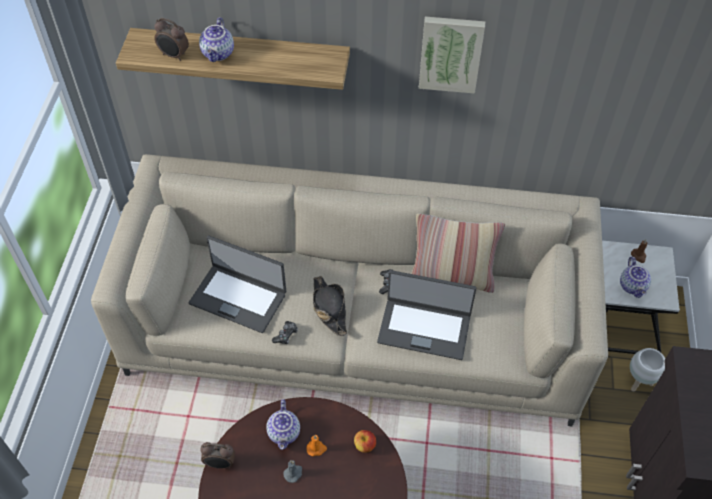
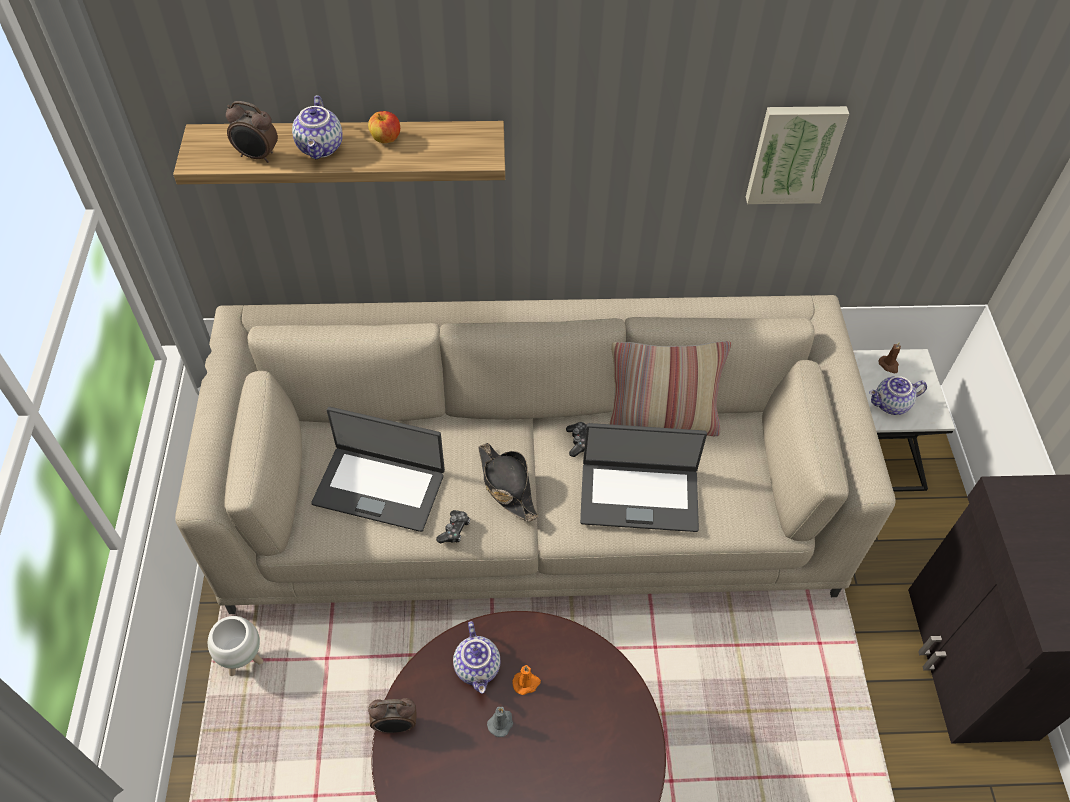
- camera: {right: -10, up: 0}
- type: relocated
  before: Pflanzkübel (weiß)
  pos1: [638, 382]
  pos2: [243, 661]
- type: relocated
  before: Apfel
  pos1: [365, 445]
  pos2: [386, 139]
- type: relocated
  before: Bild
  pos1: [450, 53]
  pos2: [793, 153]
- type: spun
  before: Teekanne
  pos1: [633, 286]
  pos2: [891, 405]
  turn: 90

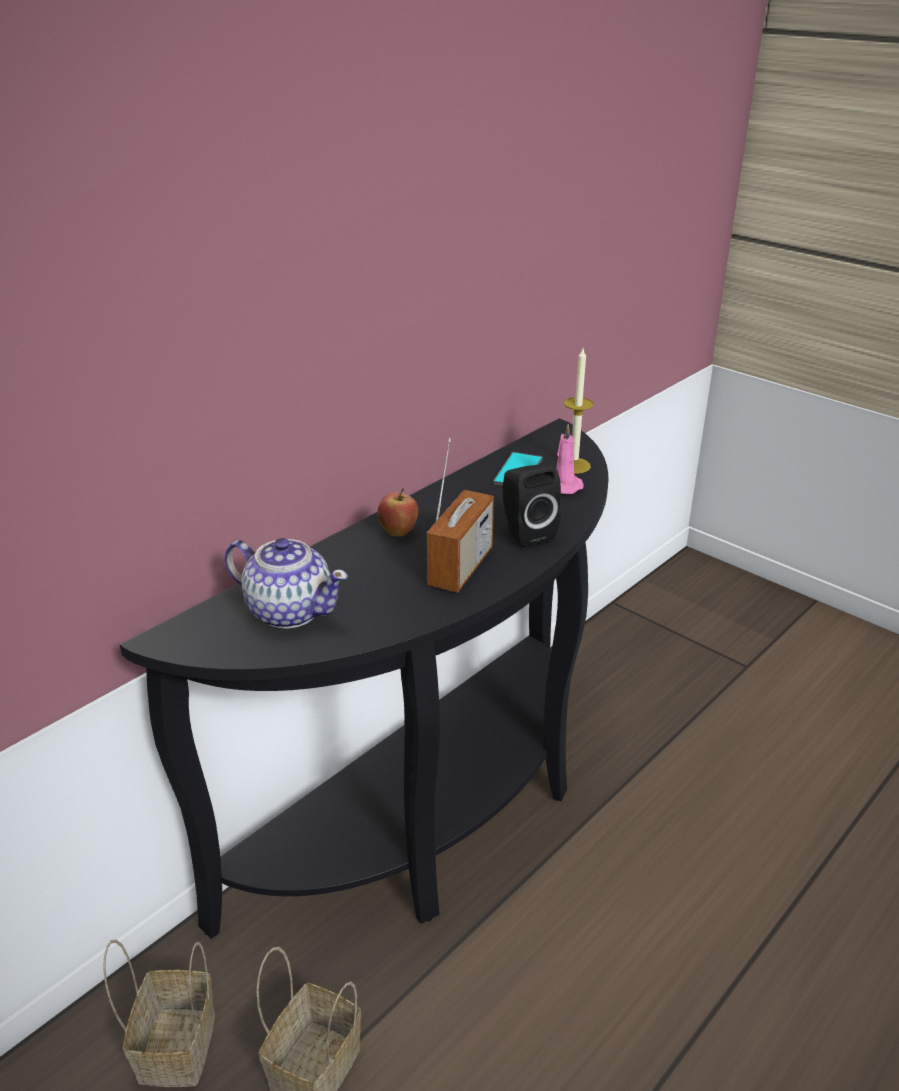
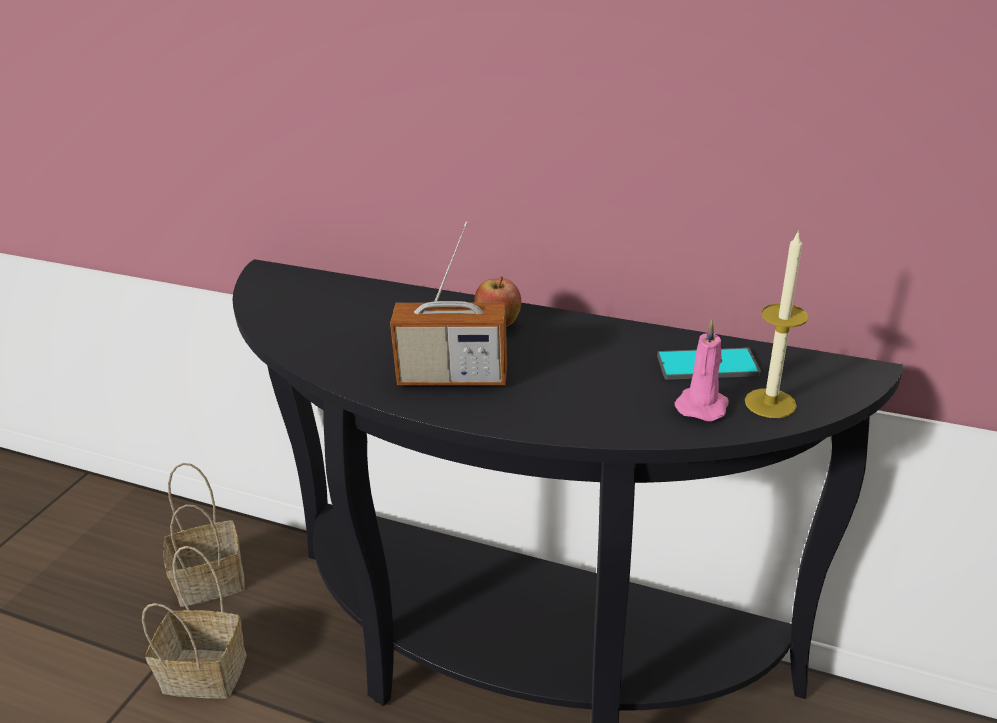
- camera: {right: 70, up: 0}
- type: missing
  before: Teekanne
  pos1: [289, 610]
- type: missing
  before: Lautsprecher (schwarz)
  pos1: [525, 533]

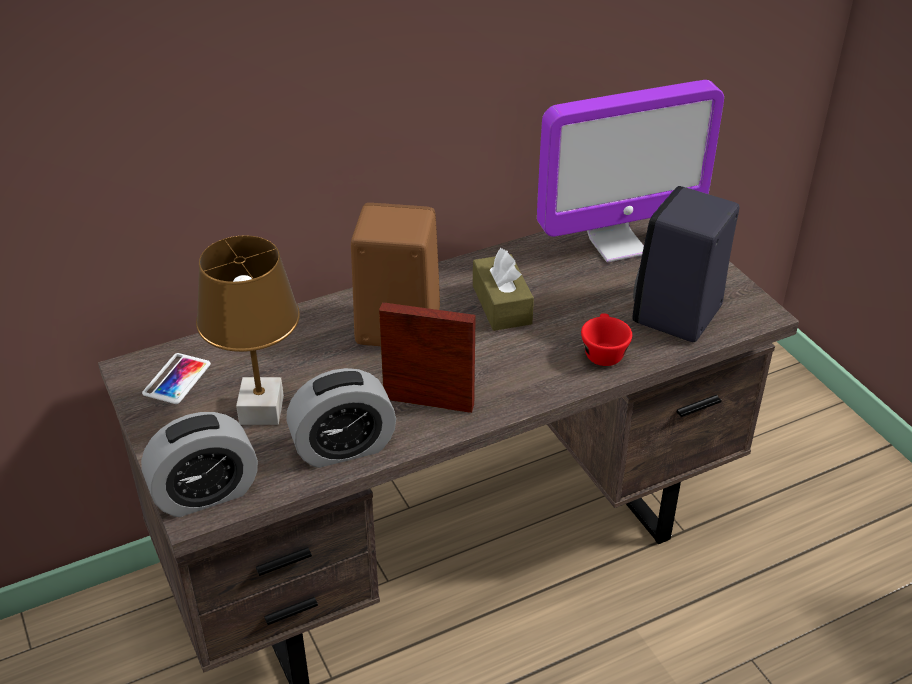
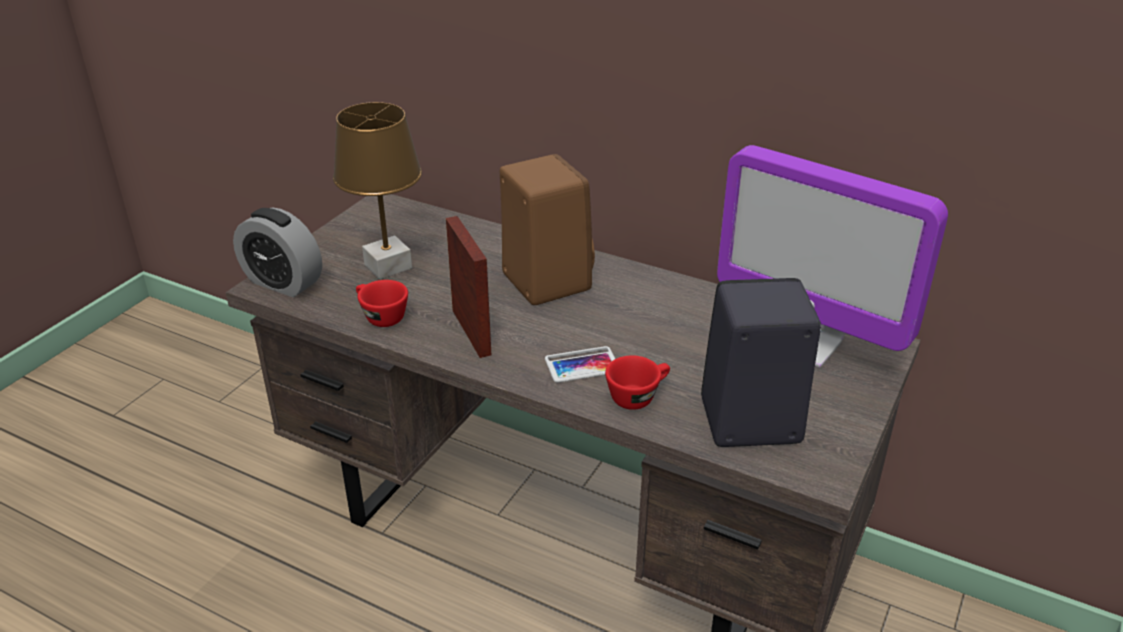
- camera: {right: 55, up: -5}
- type: exchanged
  before: Wecker
  after: Tasse (rot)
  pos1: [343, 448]
  pos2: [380, 316]
- type: relocated
  before: Handy
  pos1: [177, 379]
  pos2: [582, 365]
- type: missing
  before: Taschentuchbox (braun)
  pos1: [501, 305]

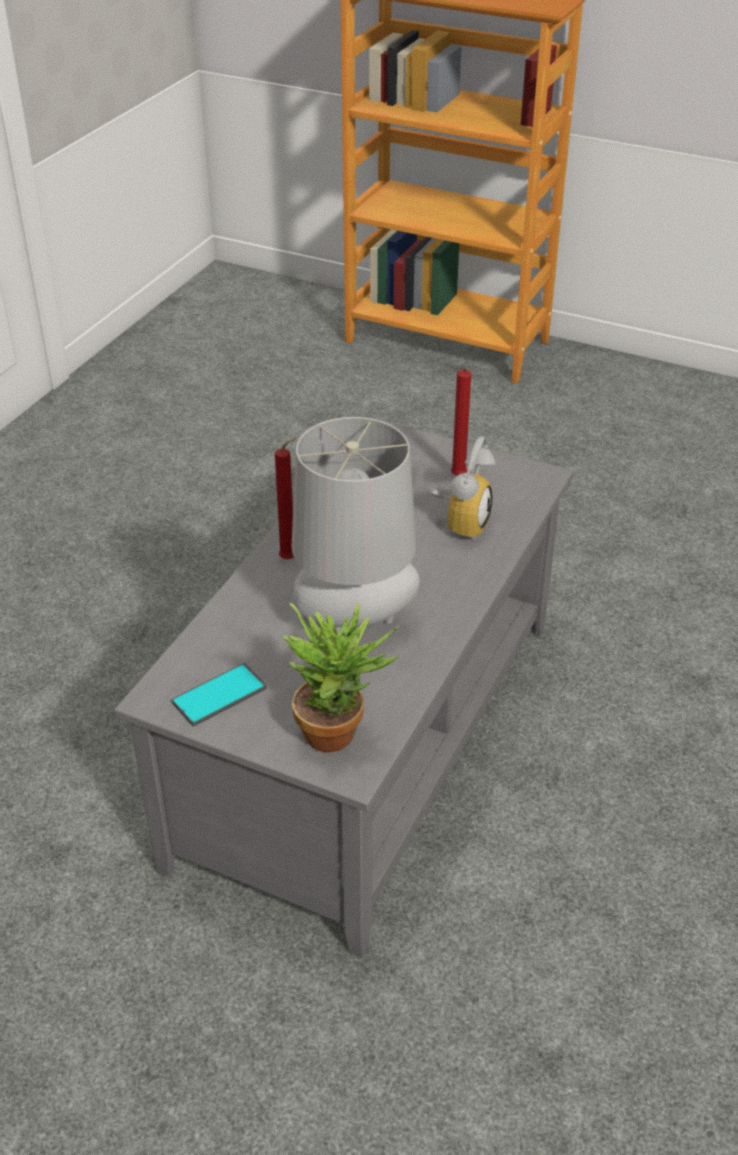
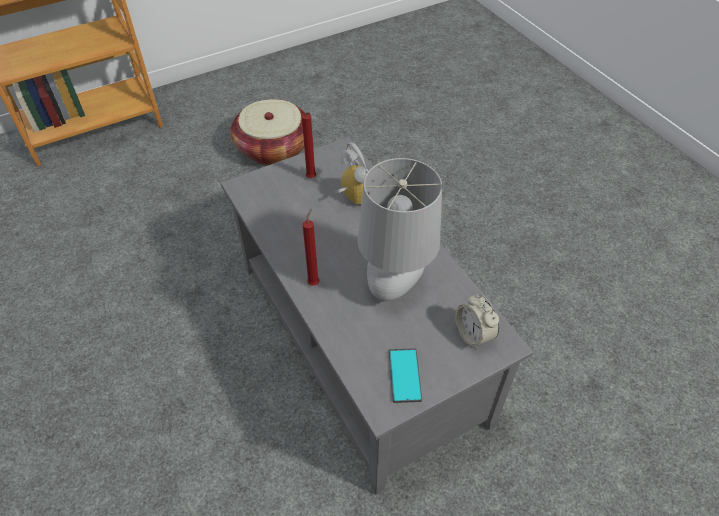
- camera: {right: -55, up: 10}
- type: appeared
  after: Korb
  pos2: [274, 148]
- type: exchanged
  before: Topfpflanze
  after: Wecker
  pos1: [340, 732]
  pos2: [473, 335]

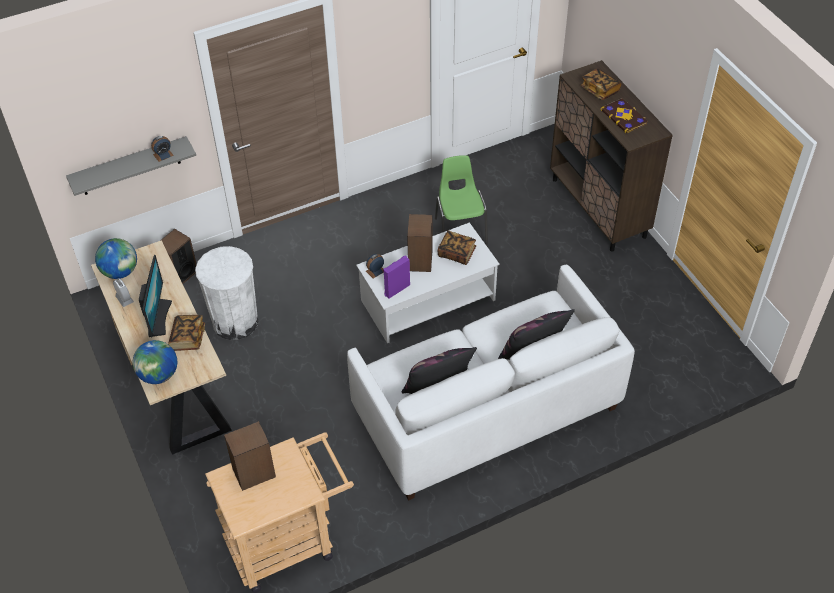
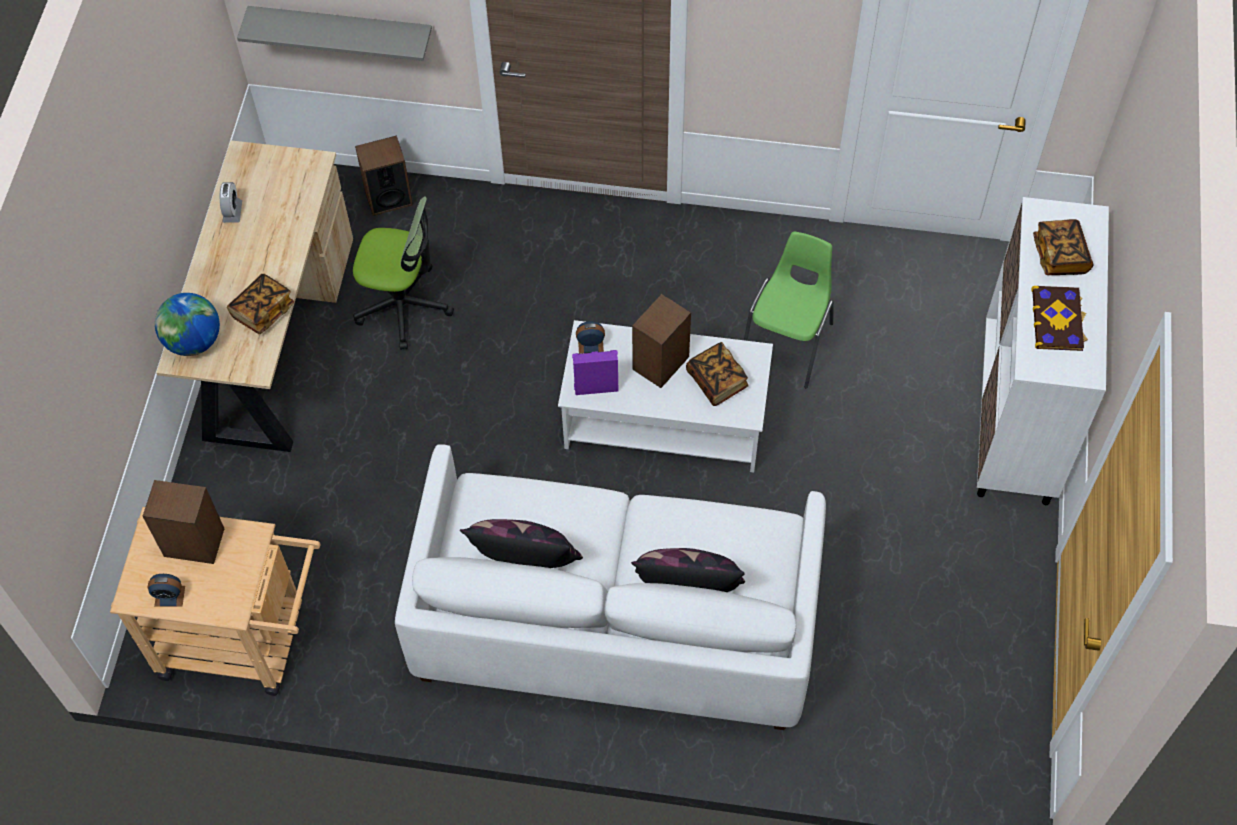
- camera: {right: 35, up: 10}
- type: relocated
  before: Wecker
  pos1: [163, 155]
  pos2: [169, 596]
- type: exchanged
  before: Mülleimer (weiß)
  after: Bürostuhl
  pos1: [235, 322]
  pos2: [403, 305]
- type: colour
  before: Schrank (braun)
  after: Schrank (weiß)
  pos1: [598, 208]
  pos2: [1016, 418]
- type: missing
  before: Globus
  pos1: [120, 272]
- type: missing
  before: Monitor
  pos1: [158, 318]

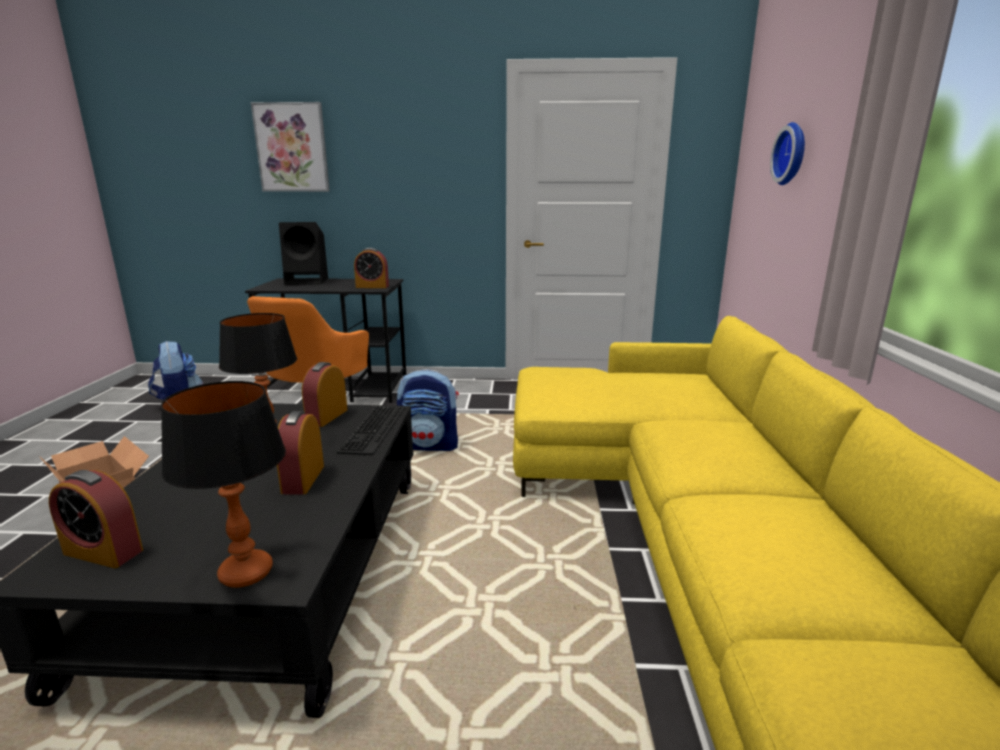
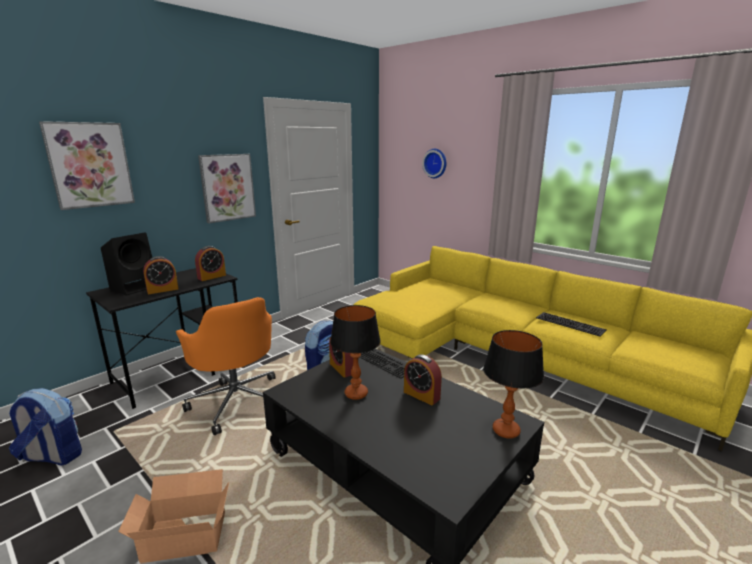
- camera: {right: -50, up: 0}
- type: relocated
  before: Wecker
  pos1: [103, 552]
  pos2: [162, 290]
- type: appeared
  after: Bild
  pos2: [227, 187]
- type: appeared
  after: Tastatur
  pos2: [571, 323]

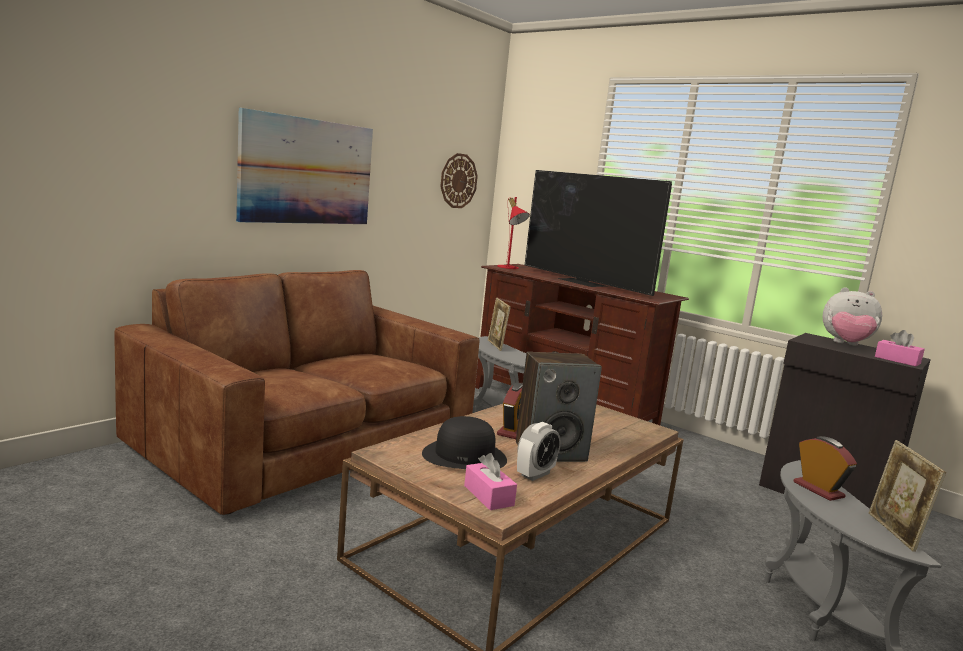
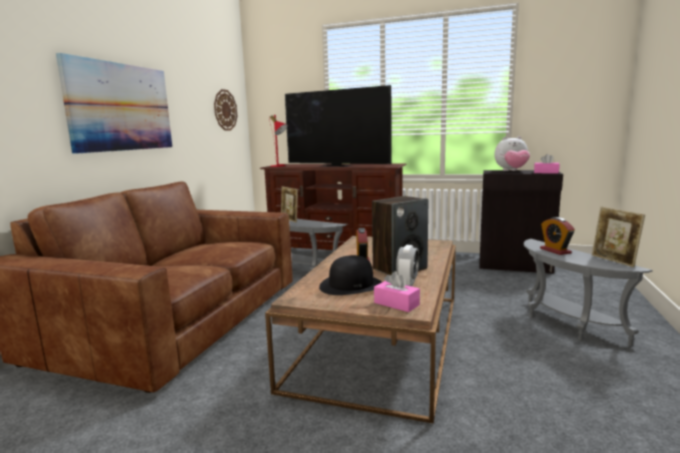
- camera: {right: -20, up: 0}
- type: spun
  before: Wecker
  pos1: [818, 490]
  pos2: [555, 251]
  turn: -150

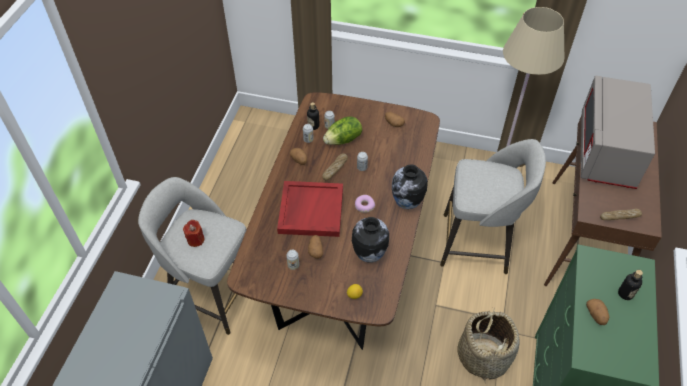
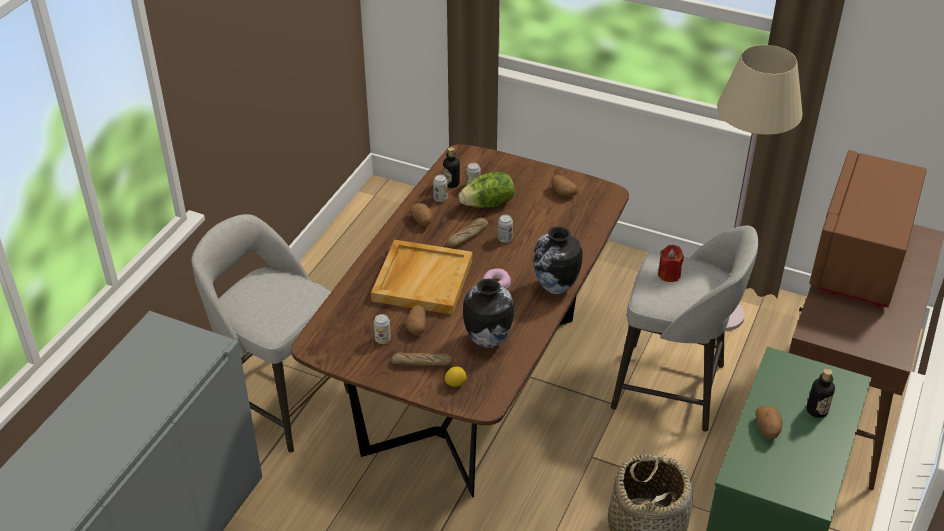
- camera: {right: 10, up: -10}
- type: colour
  before: Tablett (rot)
  after: Tablett (beige)
  pos1: [310, 210]
  pos2: [422, 279]
- type: relocated
  before: Brot
  pos1: [620, 217]
  pos2: [422, 363]
- type: relocated
  before: Kerze (rot)
  pos1: [195, 239]
  pos2: [669, 274]
- type: colour
  before: Mikrowelle (grau)
  after: Mikrowelle (braun)
  pos1: [606, 151]
  pos2: [858, 259]

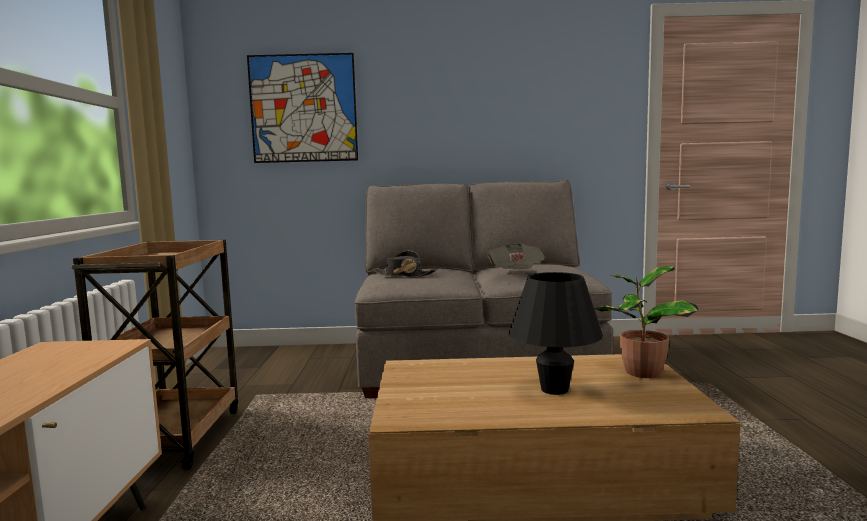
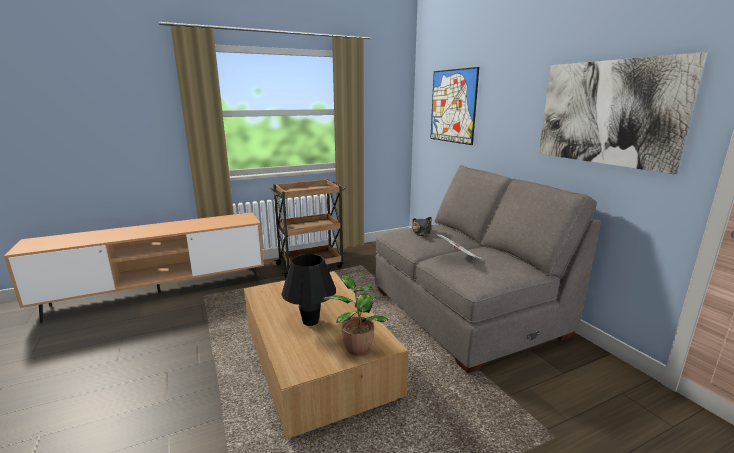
- camera: {right: 65, up: 10}
- type: appeared
  after: Bild
  pos2: [607, 113]

